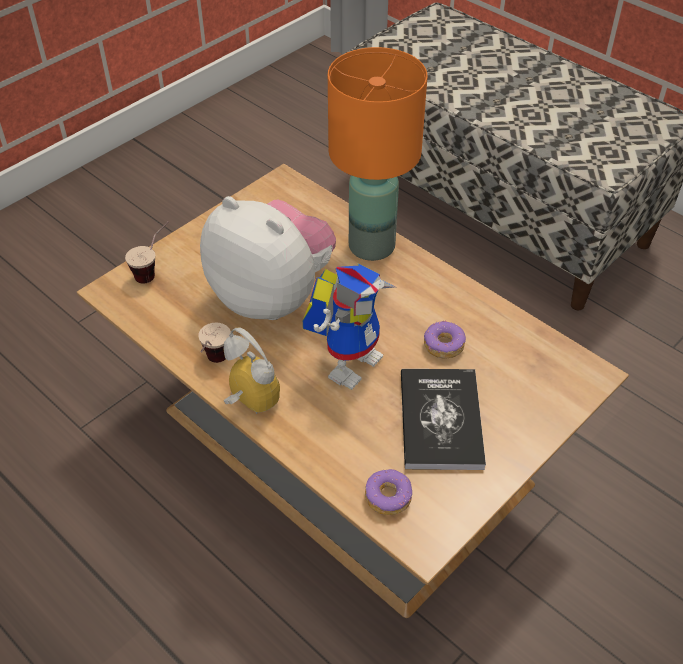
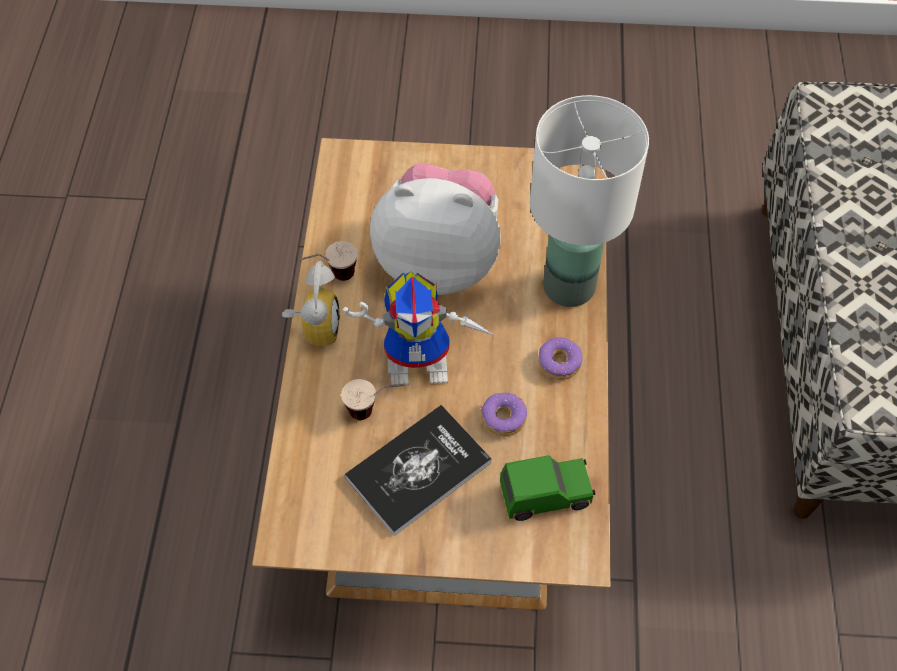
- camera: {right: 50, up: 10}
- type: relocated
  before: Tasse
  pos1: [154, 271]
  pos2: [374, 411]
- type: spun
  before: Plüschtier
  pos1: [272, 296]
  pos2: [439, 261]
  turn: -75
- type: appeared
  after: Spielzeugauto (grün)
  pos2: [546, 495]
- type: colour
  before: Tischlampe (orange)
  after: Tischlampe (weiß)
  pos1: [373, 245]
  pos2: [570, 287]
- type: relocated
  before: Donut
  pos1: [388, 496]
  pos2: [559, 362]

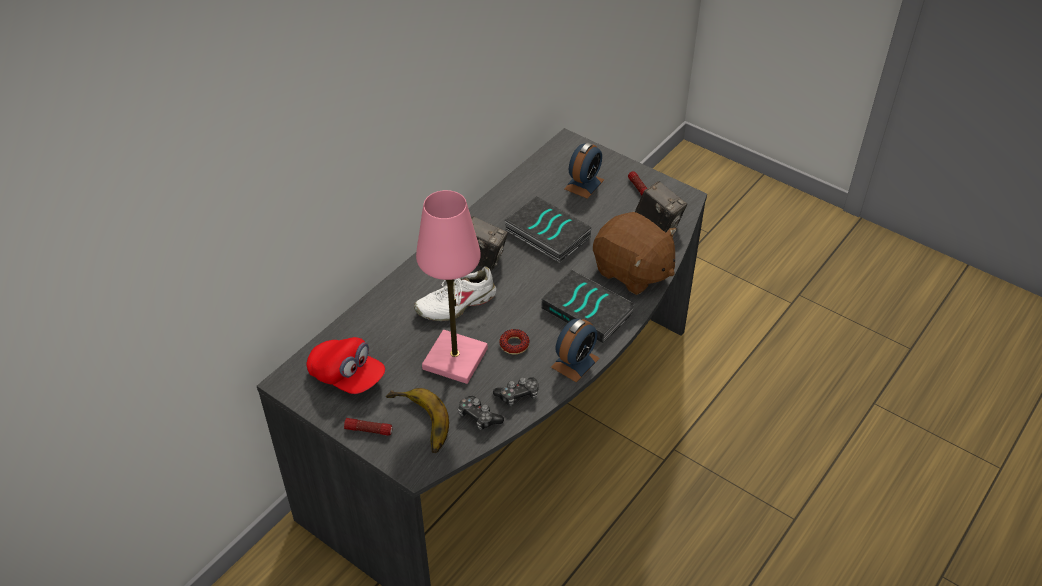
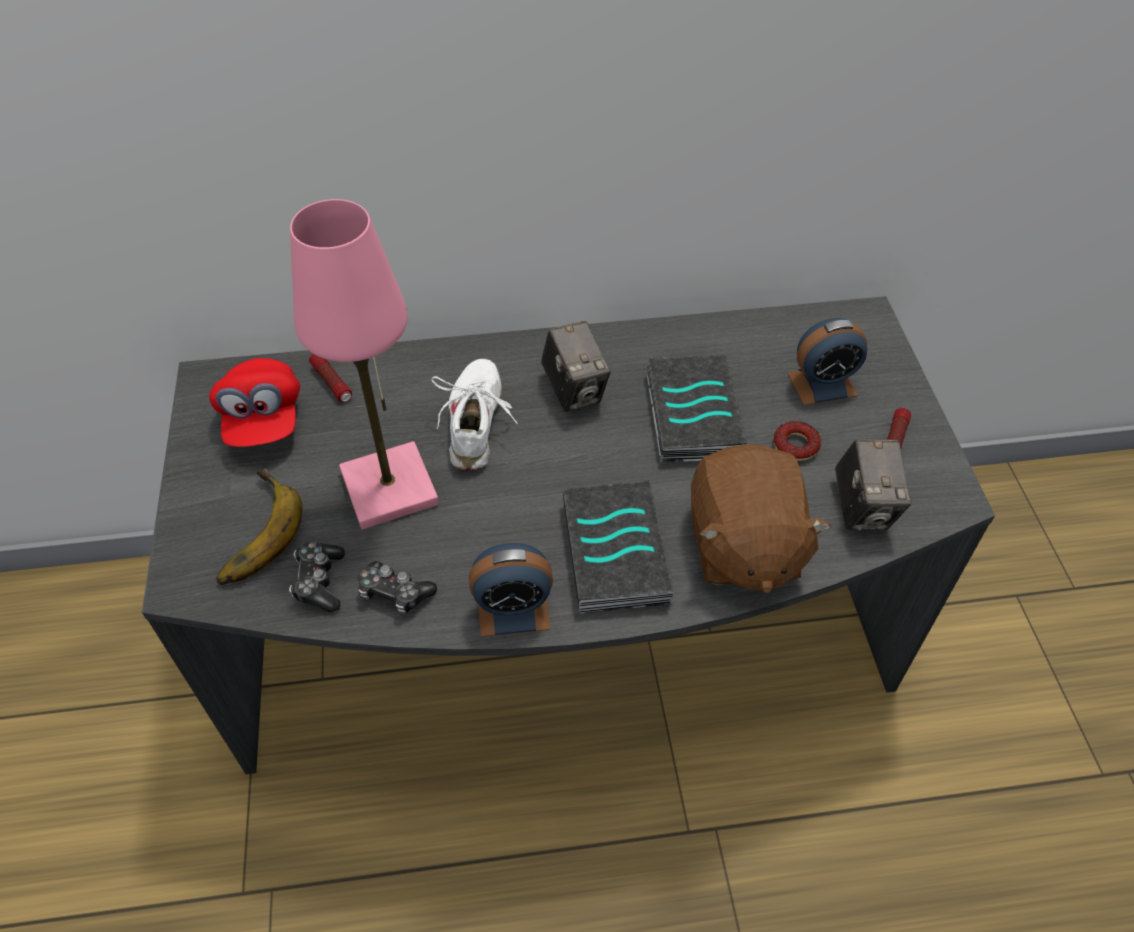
- camera: {right: 45, up: 5}
- type: relocated
  before: Taschenlampe
  pos1: [369, 430]
  pos2: [332, 383]
- type: spun
  before: Schuh (weiß)
  pos1: [456, 304]
  pos2: [476, 423]
  turn: 75
- type: relocated
  before: Donut
  pos1: [514, 344]
  pos2: [796, 445]

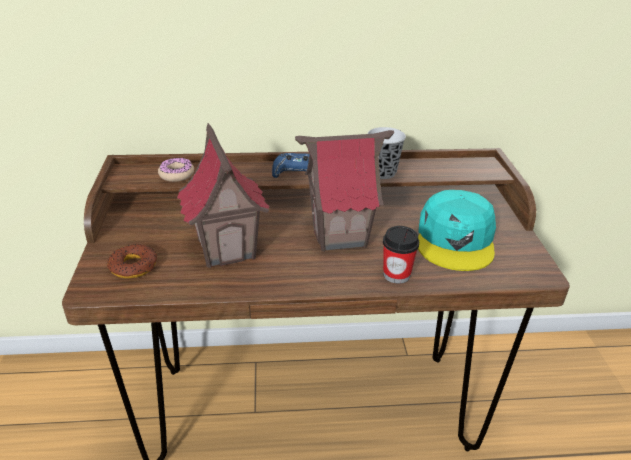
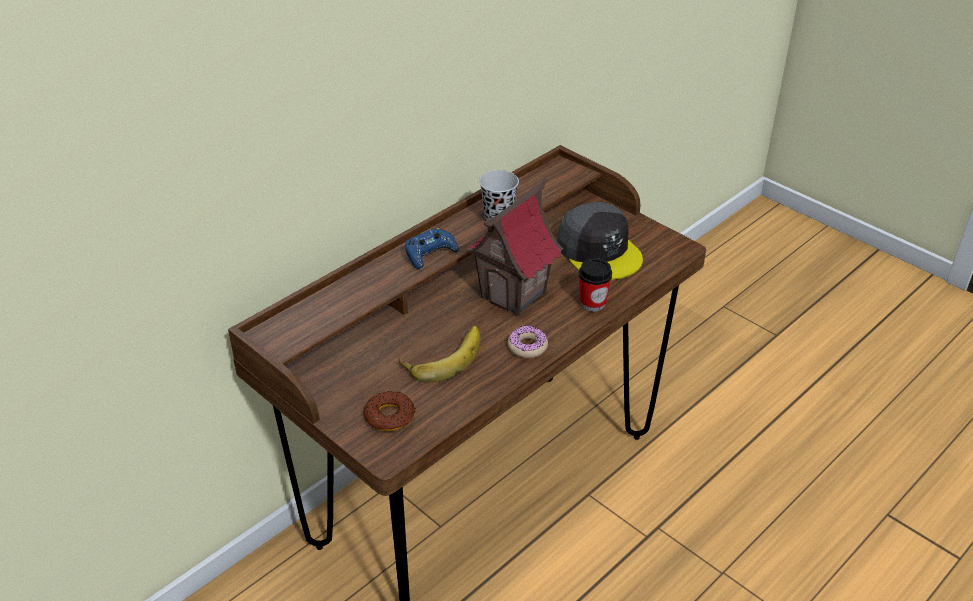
- camera: {right: -40, up: 5}
- type: exchanged
  before: Spielzeughaus
  after: Banane
  pos1: [227, 249]
  pos2: [443, 356]
- type: relocated
  before: Donut
  pos1: [176, 174]
  pos2: [527, 347]
- type: colour
  before: Kappe (türkis)
  after: Kappe (grau)
  pos1: [456, 240]
  pos2: [599, 251]

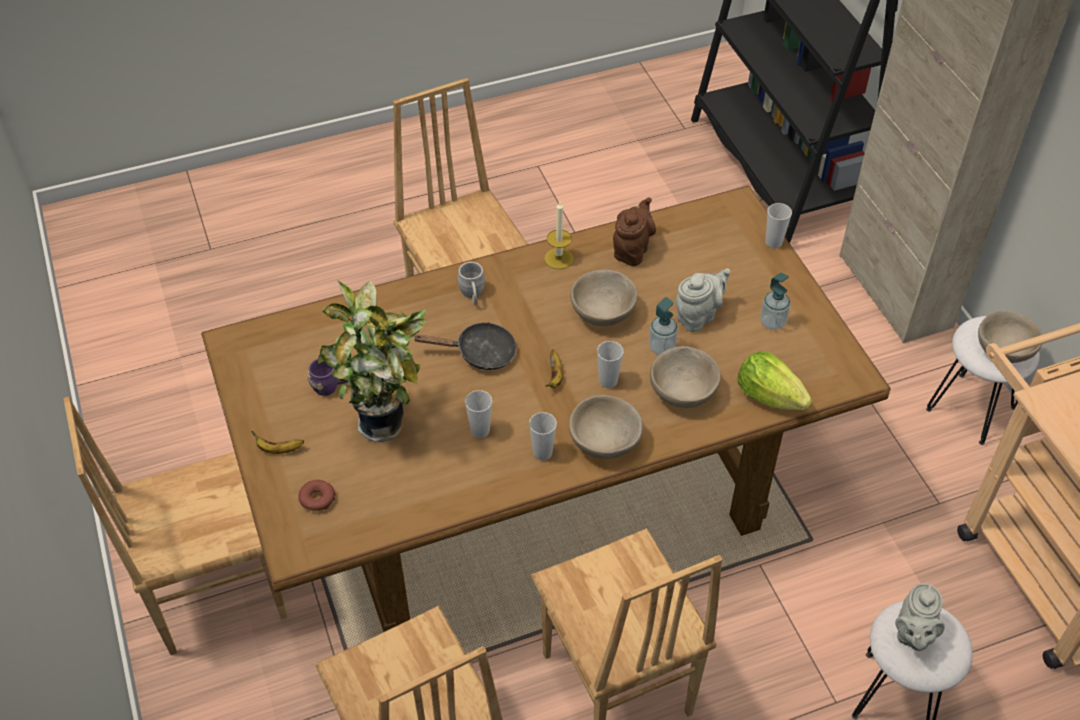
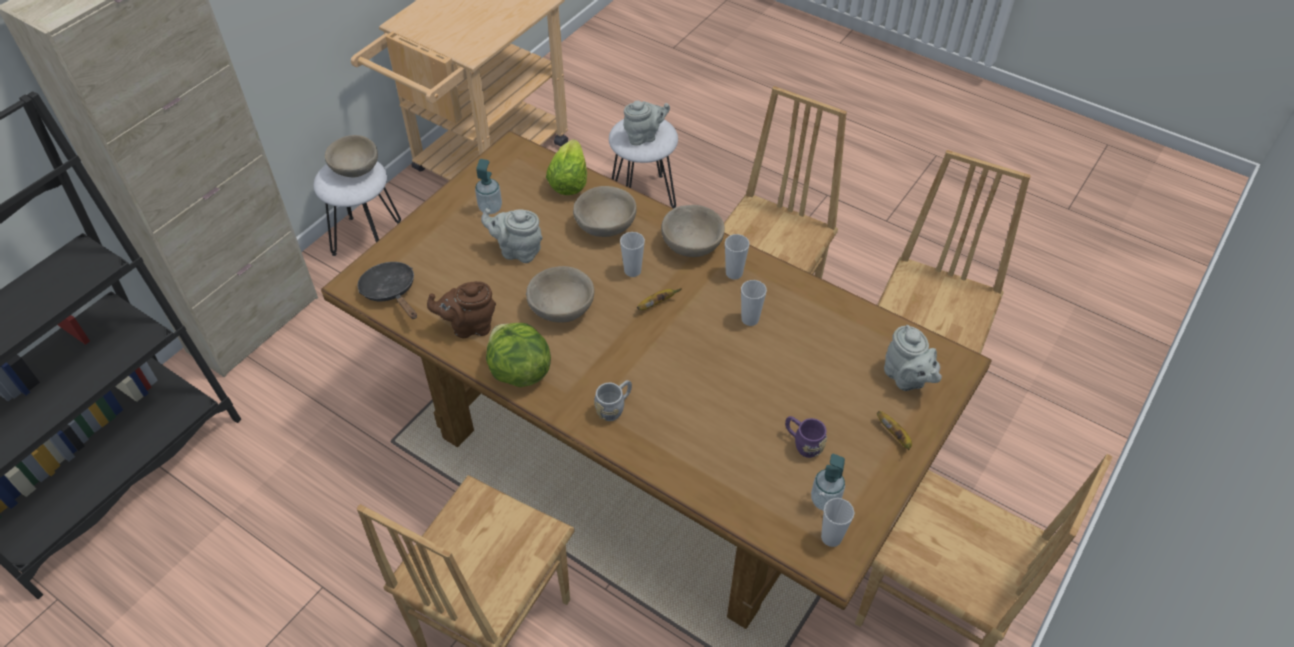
- camera: {right: -125, up: 0}
- type: relocated
  before: Pfanne (schwarz)
  pos1: [479, 353]
  pos2: [391, 292]
- type: exchanged
  before: Kerze
  after: Salatkopf
  pos1: [558, 258]
  pos2: [519, 371]
- type: relocated
  before: Seifenspender
  pos1: [661, 347]
  pos2: [825, 500]
- type: relocated
  before: Tasse
  pos1: [773, 242]
  pos2: [831, 537]
- type: exchanged
  before: Donut
  after: Teekanne (grau)
  pos1: [317, 499]
  pos2: [906, 379]
- type: missing
  before: Topfpflanze
  pos1: [387, 424]

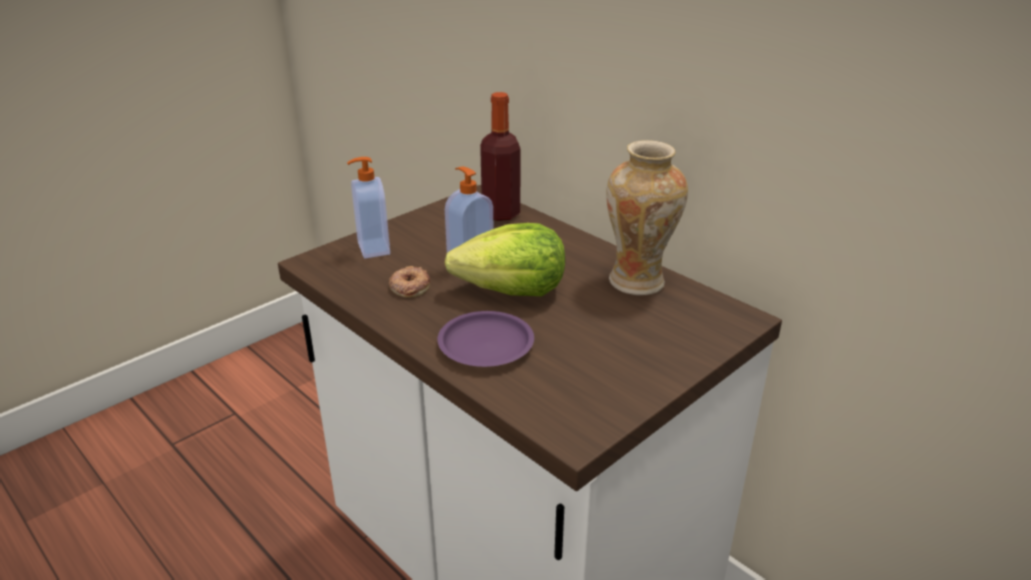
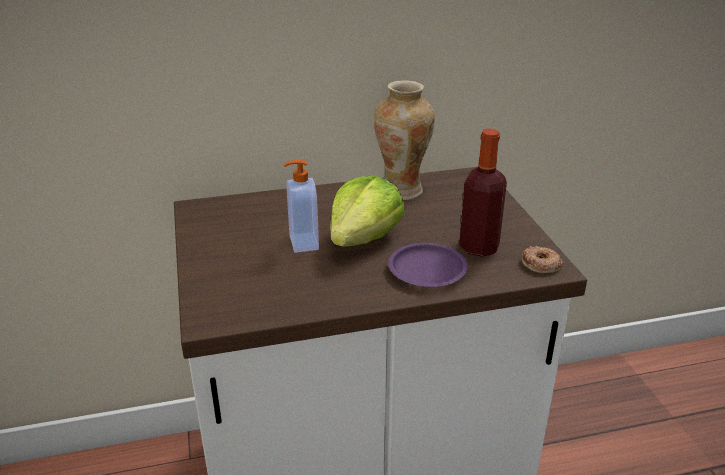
- camera: {right: -60, up: 0}
- type: relocated
  before: Flasche
  pos1: [501, 213]
  pos2: [478, 247]
- type: relocated
  before: Donut
  pos1: [409, 286]
  pos2: [541, 264]
- type: missing
  before: Seifenspender
  pos1: [372, 249]

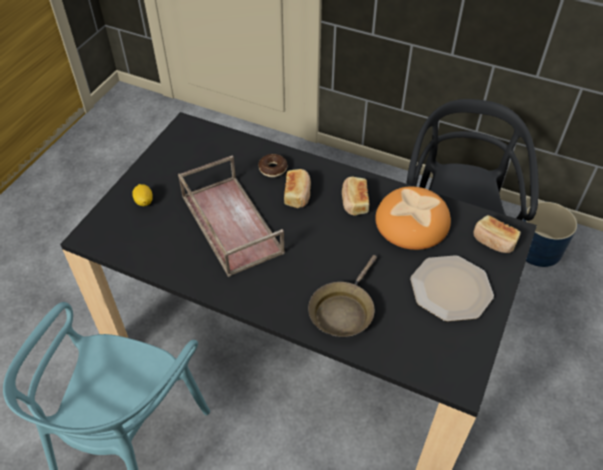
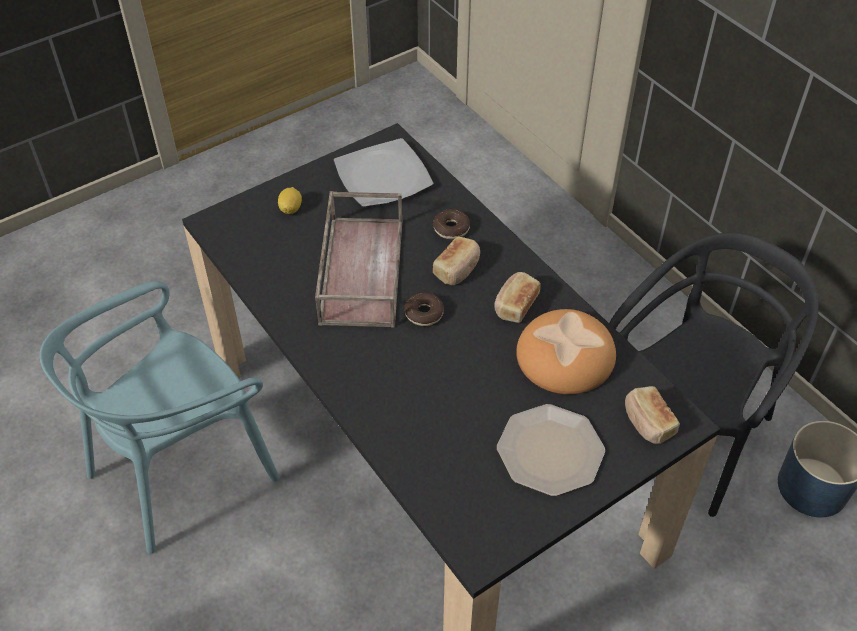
- camera: {right: 30, up: 0}
- type: appeared
  after: Teller
  pos2: [382, 177]
- type: appeared
  after: Donut
  pos2: [424, 313]
- type: missing
  before: Pfanne (braun)
  pos1: [343, 310]

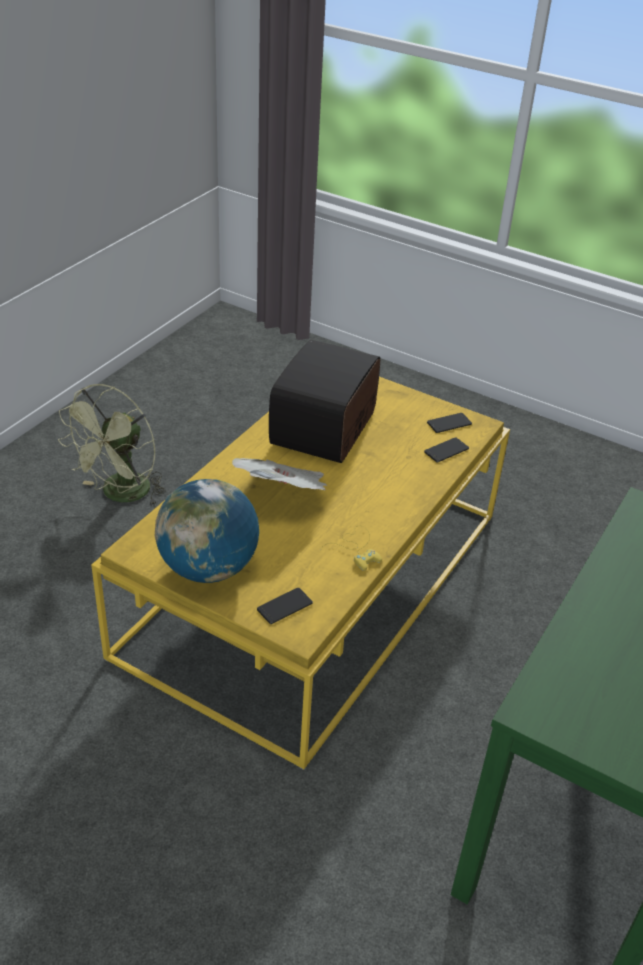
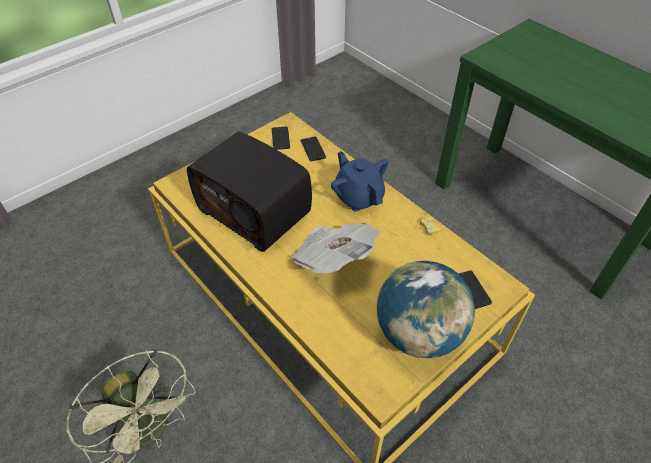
- camera: {right: -70, up: 10}
- type: appeared
  after: Teekanne (blau)
  pos2: [358, 197]

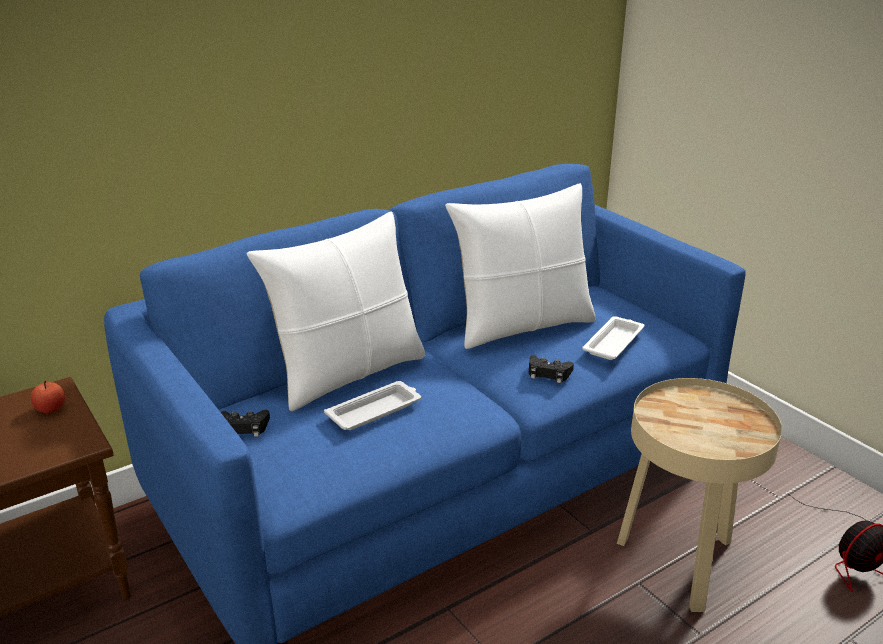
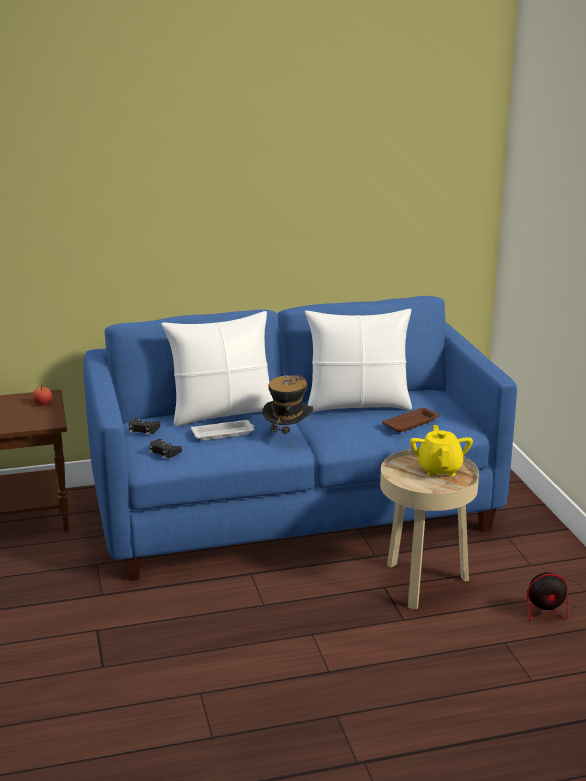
- camera: {right: 20, up: -5}
- type: relocated
  before: Gamepad (schwarz)
  pos1: [548, 373]
  pos2: [164, 452]
- type: appeared
  after: Hut
  pos2: [287, 437]
- type: colour
  before: Tablett (weiß)
  after: Tablett (braun)
  pos1: [614, 342]
  pos2: [411, 423]
- type: appeared
  after: Teekanne (gelb)
  pos2: [439, 469]

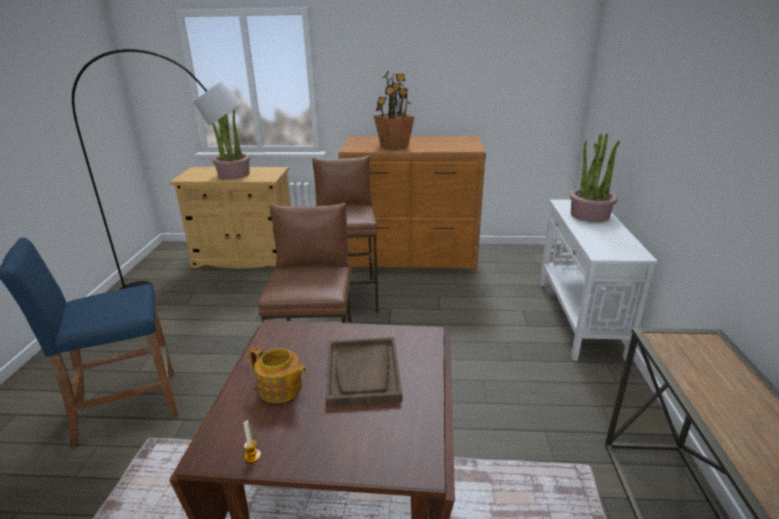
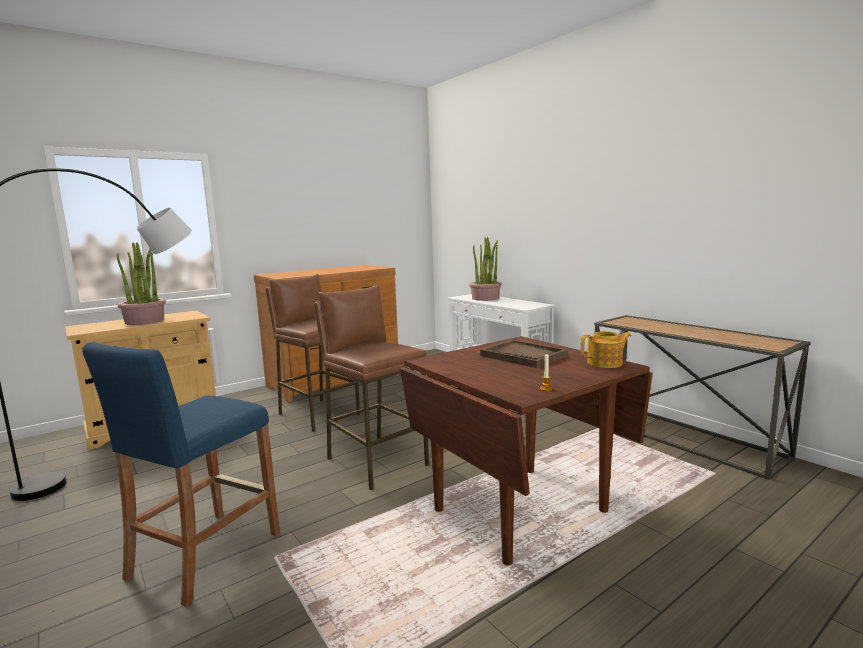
- camera: {right: -40, up: -15}
- type: relocated
  before: Teekanne
  pos1: [281, 389]
  pos2: [605, 363]
- type: missing
  before: Topfpflanze
  pos1: [394, 146]

